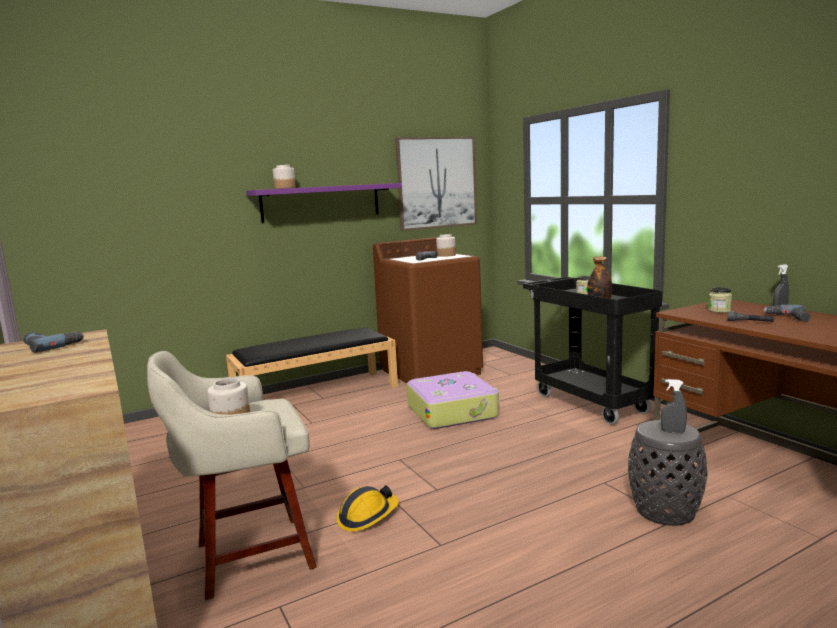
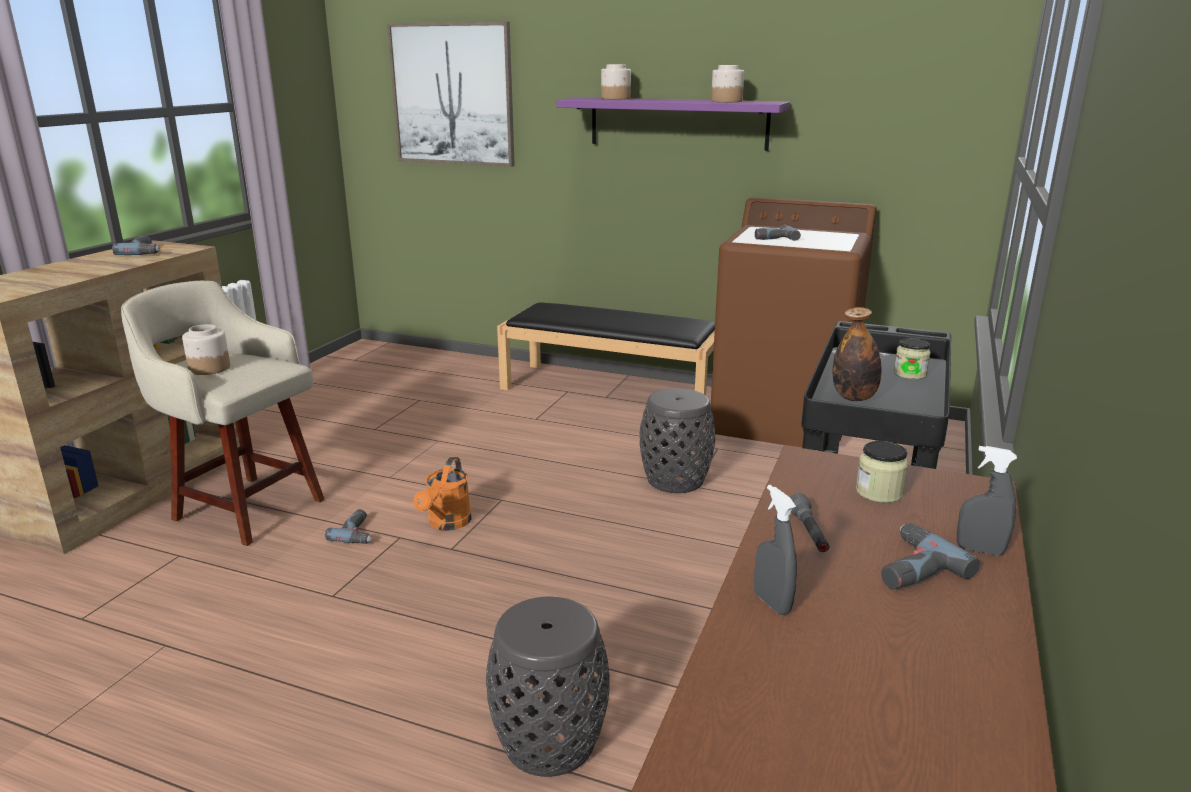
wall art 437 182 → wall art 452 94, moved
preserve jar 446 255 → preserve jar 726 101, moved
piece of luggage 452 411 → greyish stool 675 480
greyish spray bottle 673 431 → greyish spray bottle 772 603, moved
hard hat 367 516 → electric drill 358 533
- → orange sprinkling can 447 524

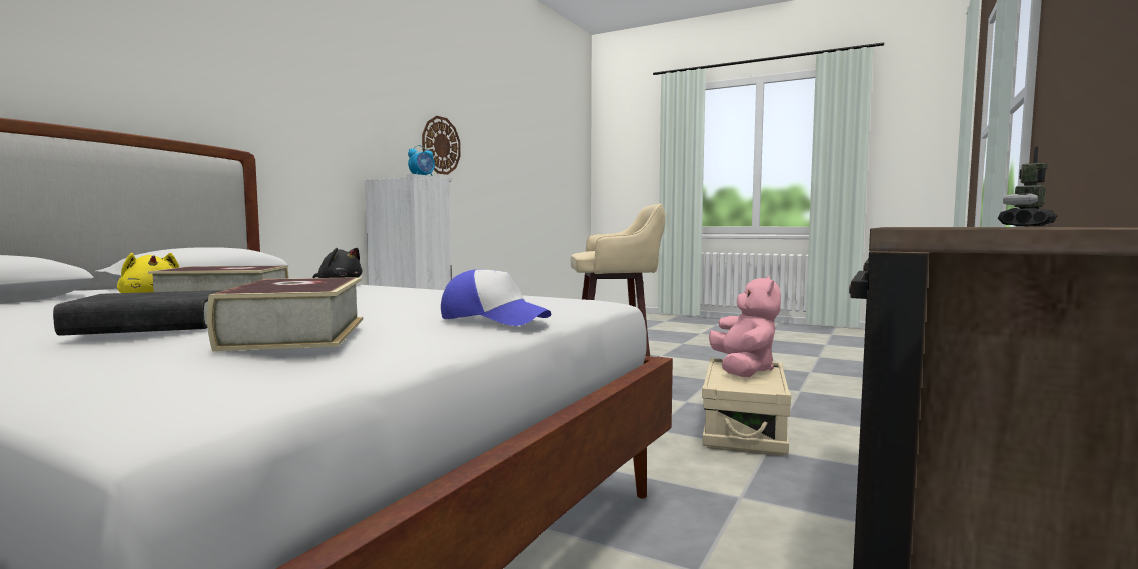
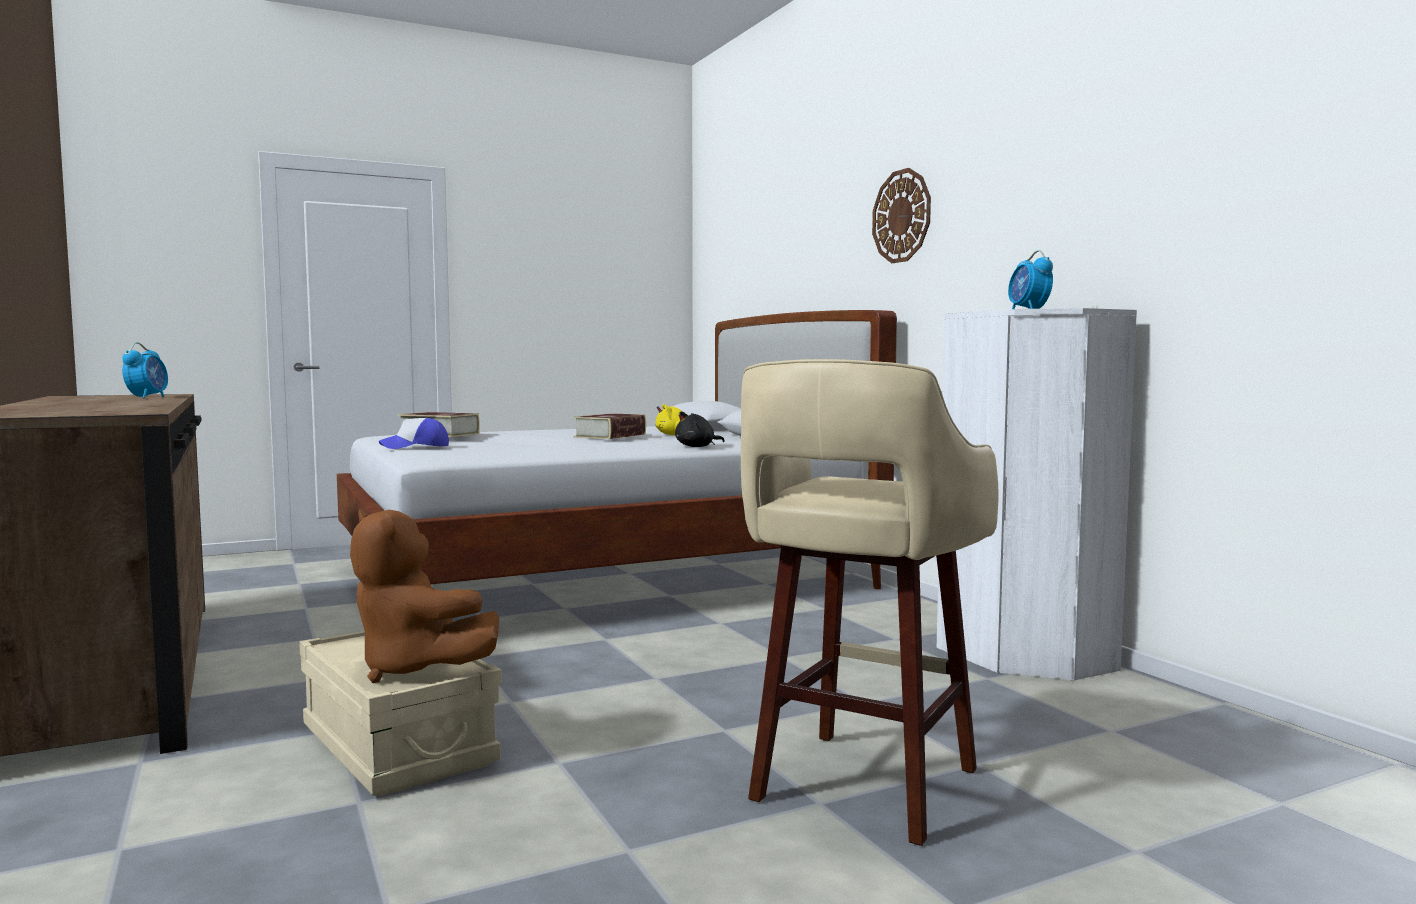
wall clock 441 145 → wall clock 901 216, moved
toy robot 1026 226 → -
pinkish plush toy 743 370 → brown-coloured plush toy 415 669
black volume 150 325 → -
- → table clock 147 397

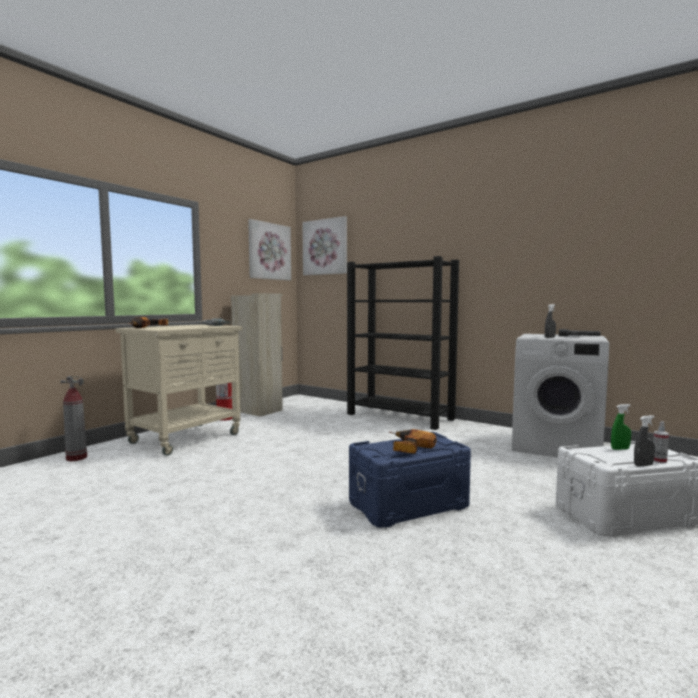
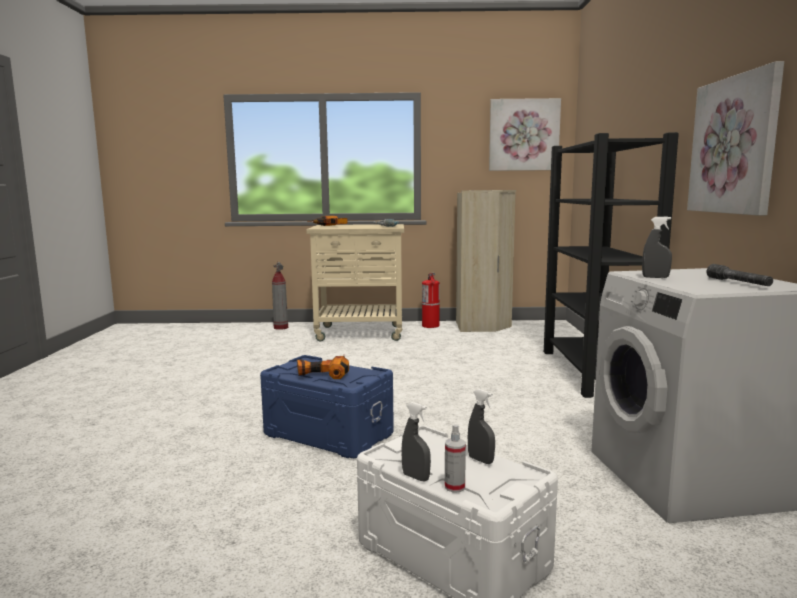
wall art 325 247 → wall art 734 145, moved
greenish spray bottle 620 449 → greyish spray bottle 480 460

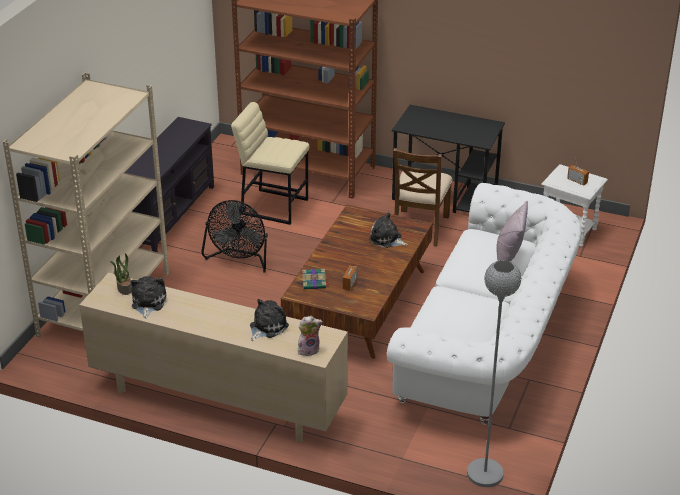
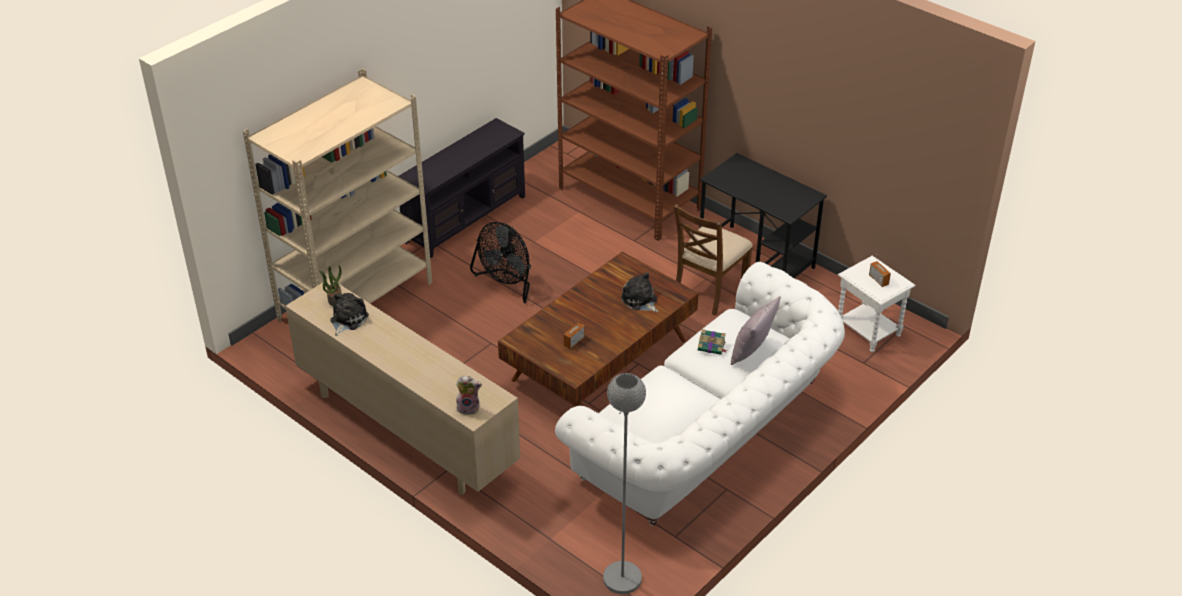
beige stool 273 206 → -
volume 314 283 → volume 712 346, moved
plush toy 267 327 → -

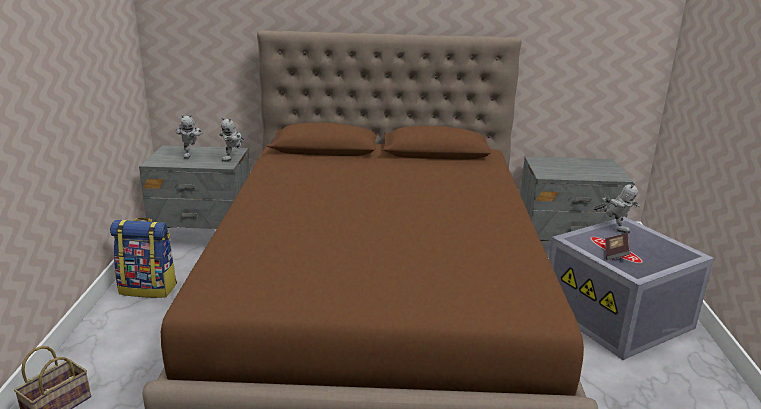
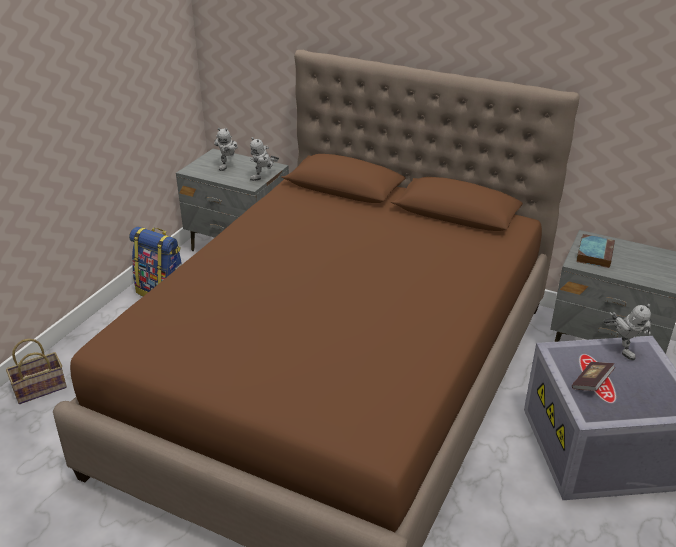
- → volume 594 254

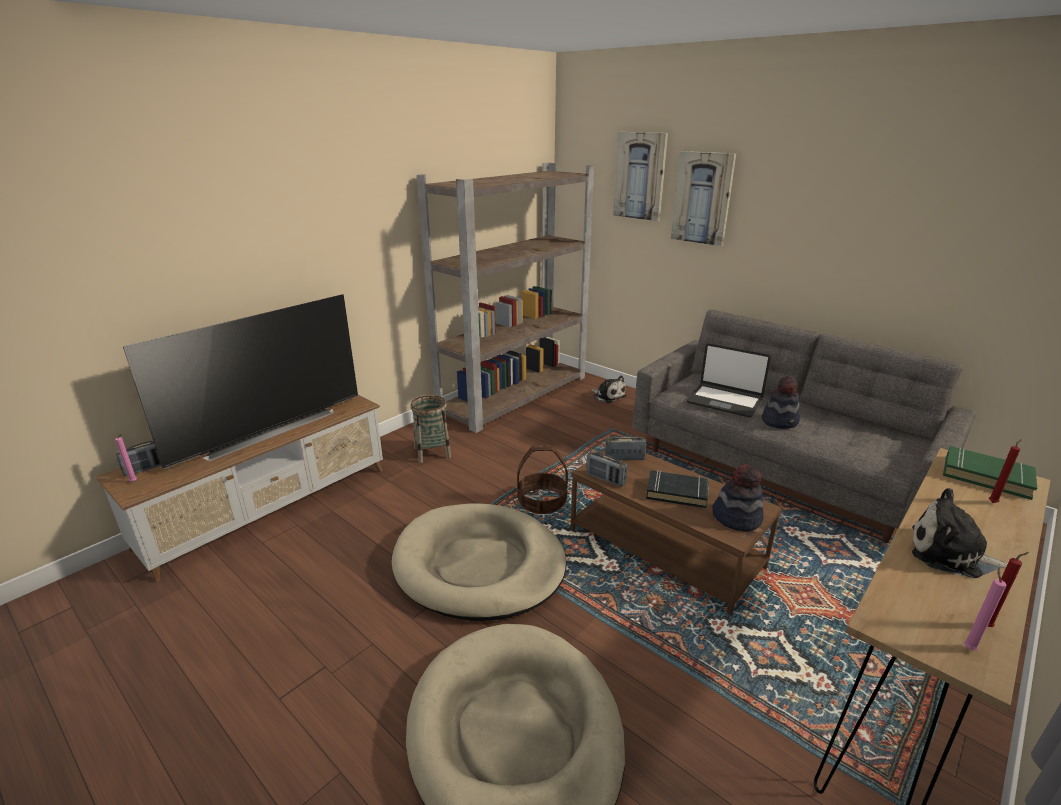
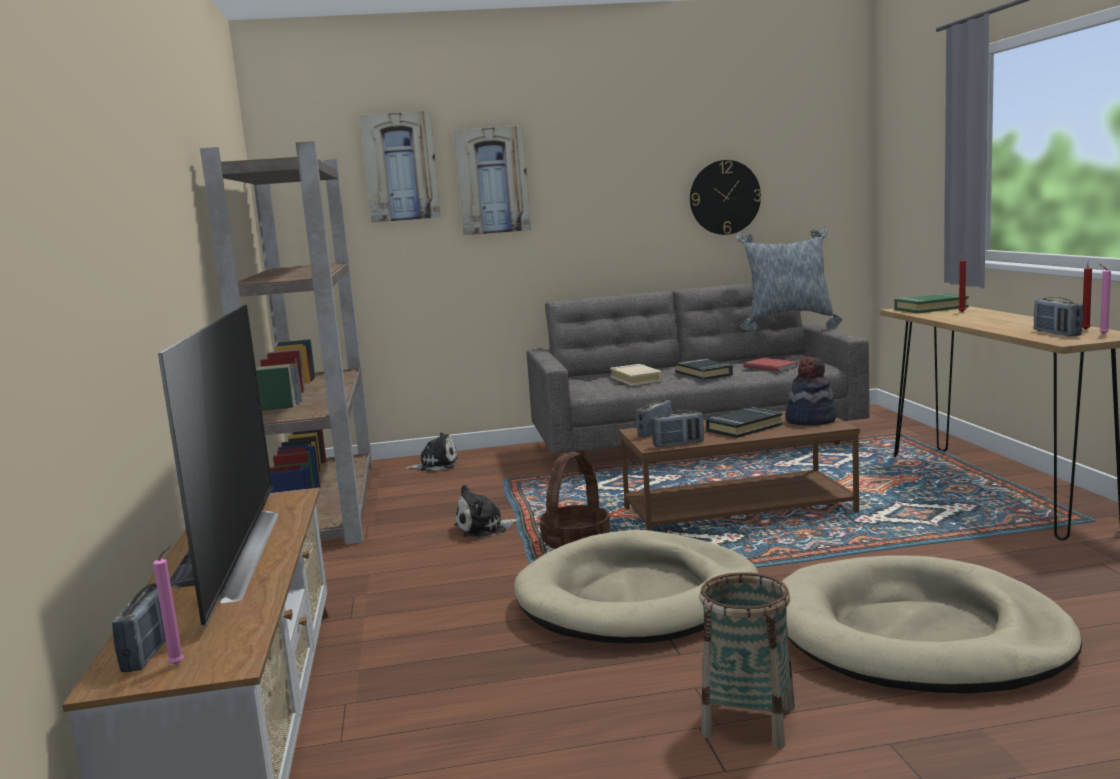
portable computer 724 401 → beige volume 636 379
hat 780 421 → black volume 704 374
household basket 432 452 → household basket 749 721, moved
plush toy 951 554 → plush toy 484 528, moved
- → wall clock 724 197
- → throw pillow 787 329
- → radio receiver 1056 333
- → reddish volume 772 366

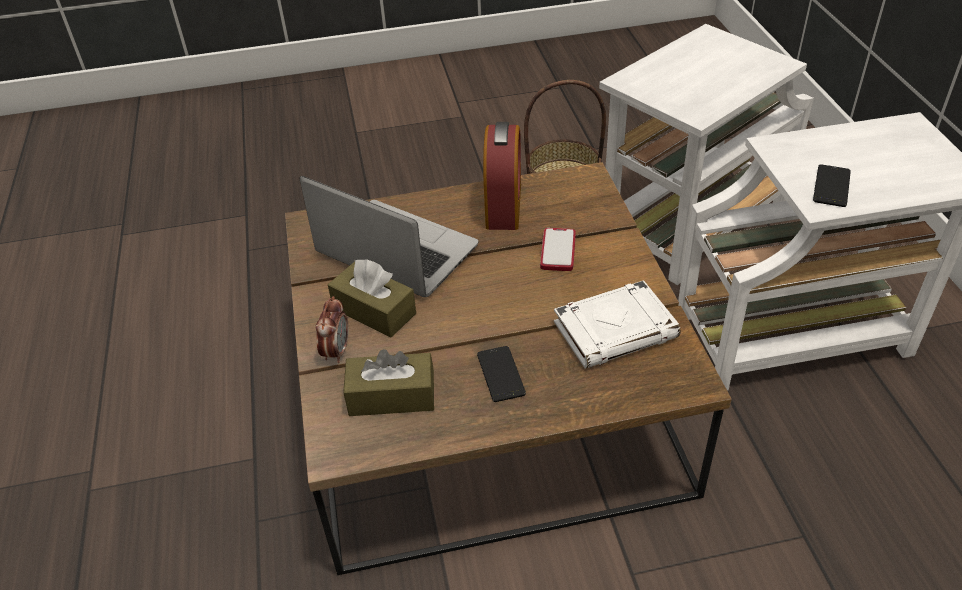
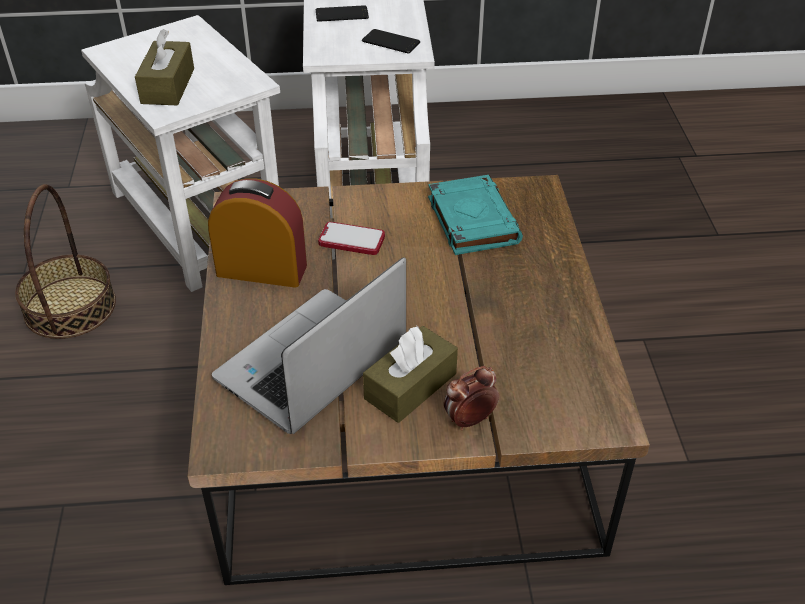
white volume 616 330 → turquoise-coloured volume 472 220
table clock 336 351 → table clock 469 420, 45 degrees counterclockwise
telephone 500 374 → telephone 342 14, moved
brown-coloured tissue holder 391 396 → brown-coloured tissue holder 168 86, moved

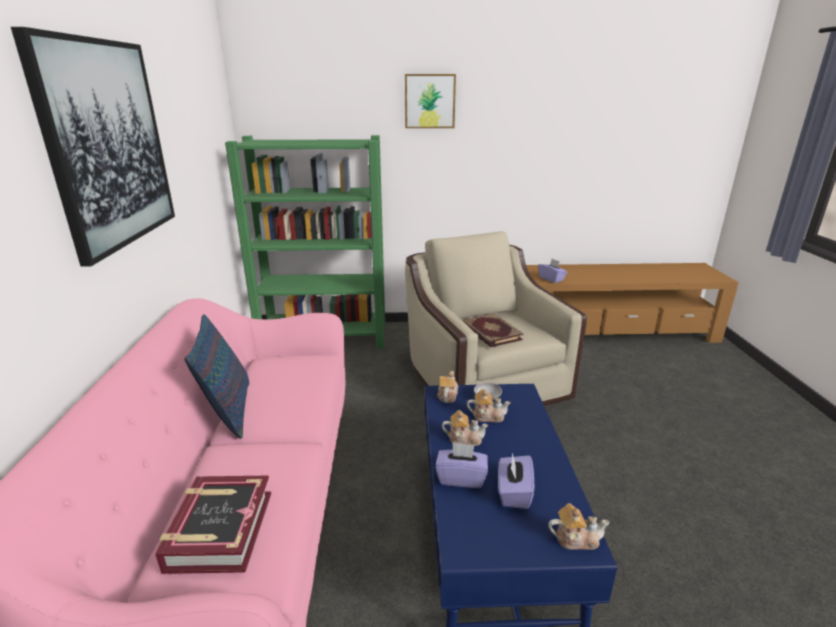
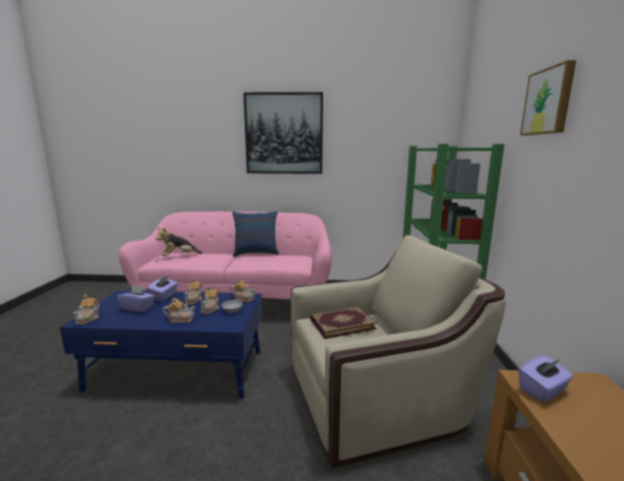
volume 219 530 → plush toy 179 256
- → pot for tea 180 319

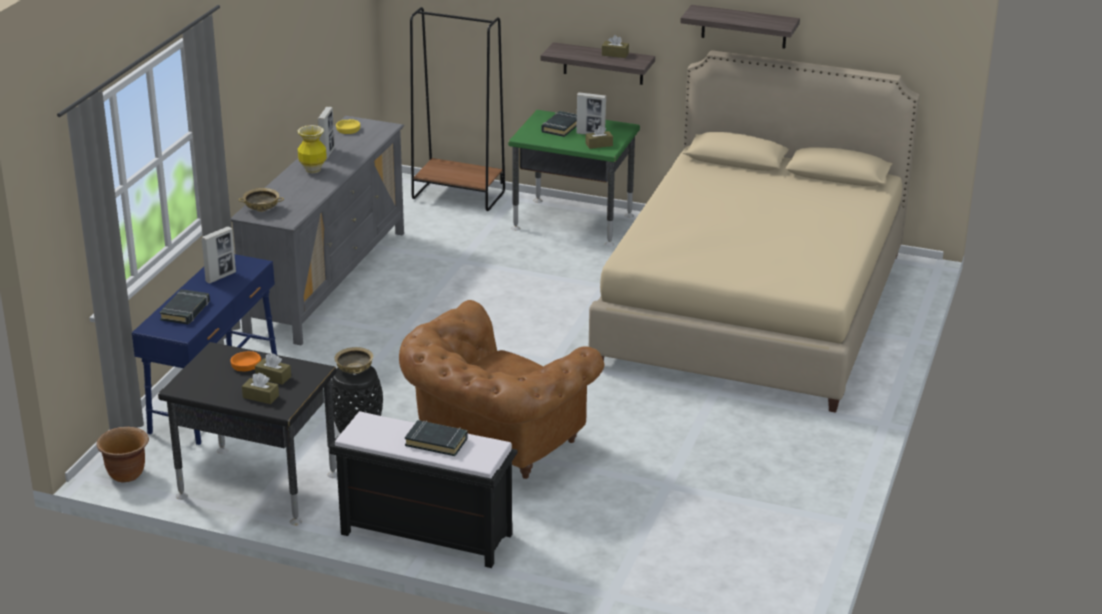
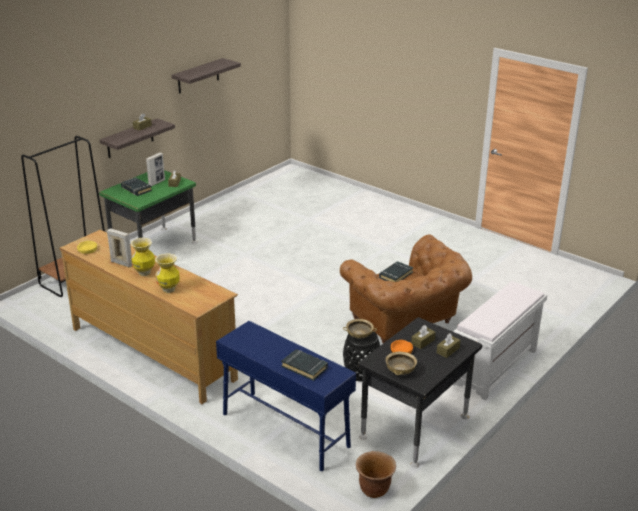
beige bedroom bed 753 308 → -
greyish drawer chest 328 281 → brown-coloured drawer chest 152 353
beige bowl 262 209 → beige bowl 400 370, moved
photo frame 221 277 → -
black indoor bench 424 534 → white indoor bench 495 368
black volume 436 442 → black volume 395 275, moved
- → vase 169 289

